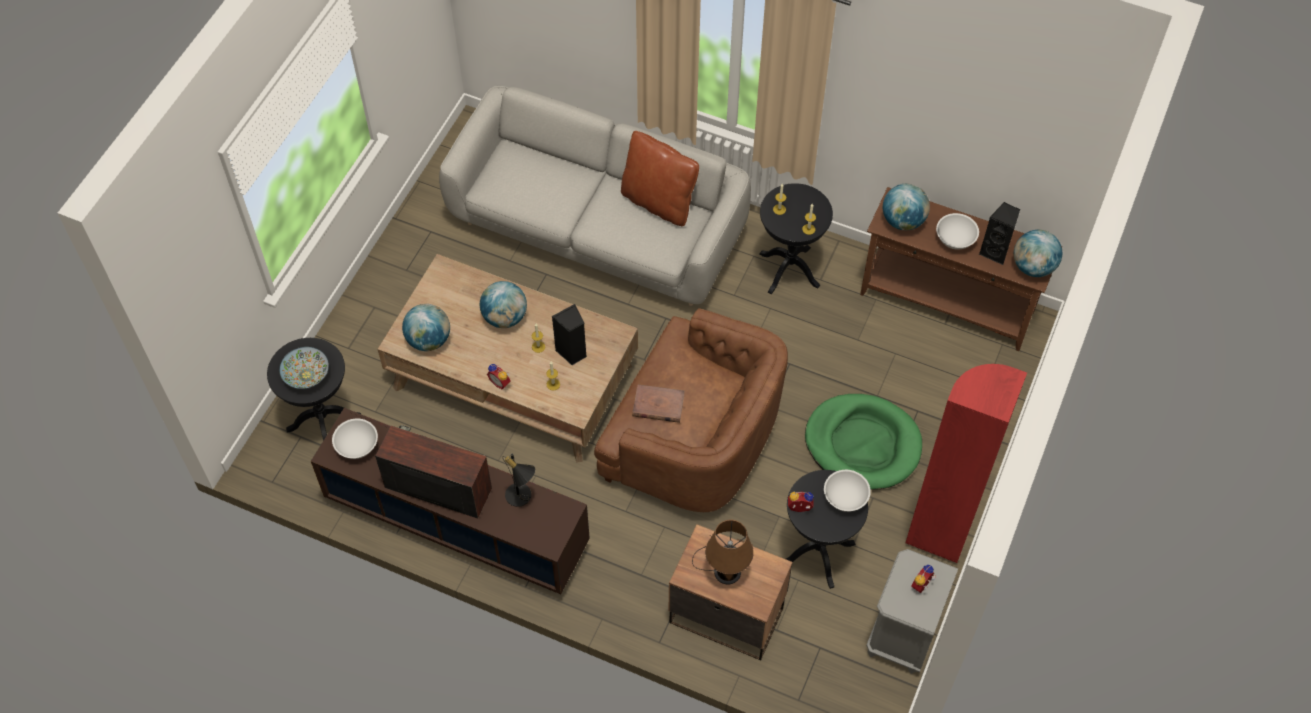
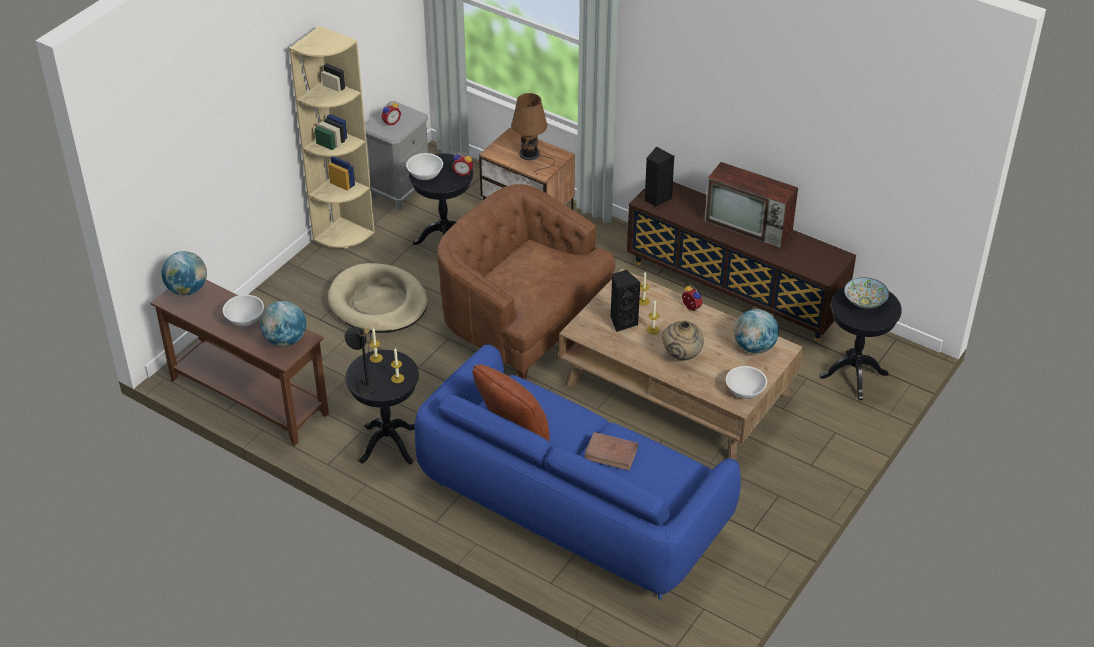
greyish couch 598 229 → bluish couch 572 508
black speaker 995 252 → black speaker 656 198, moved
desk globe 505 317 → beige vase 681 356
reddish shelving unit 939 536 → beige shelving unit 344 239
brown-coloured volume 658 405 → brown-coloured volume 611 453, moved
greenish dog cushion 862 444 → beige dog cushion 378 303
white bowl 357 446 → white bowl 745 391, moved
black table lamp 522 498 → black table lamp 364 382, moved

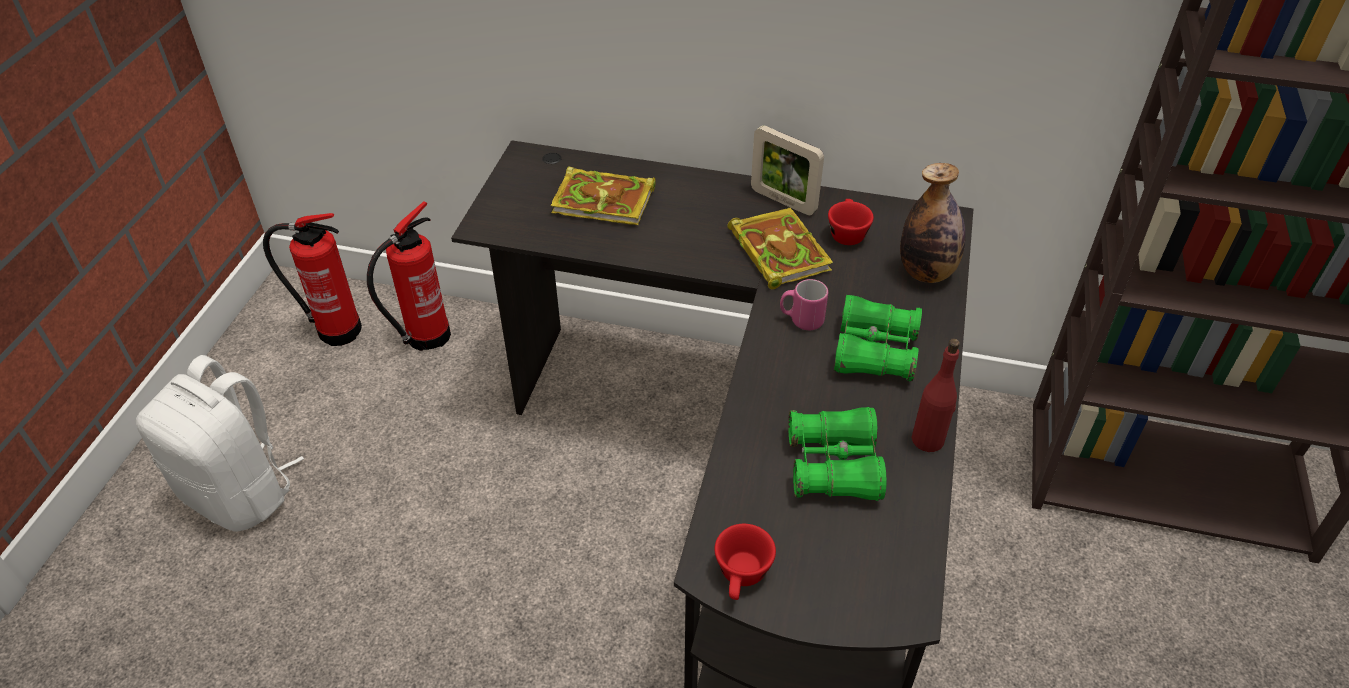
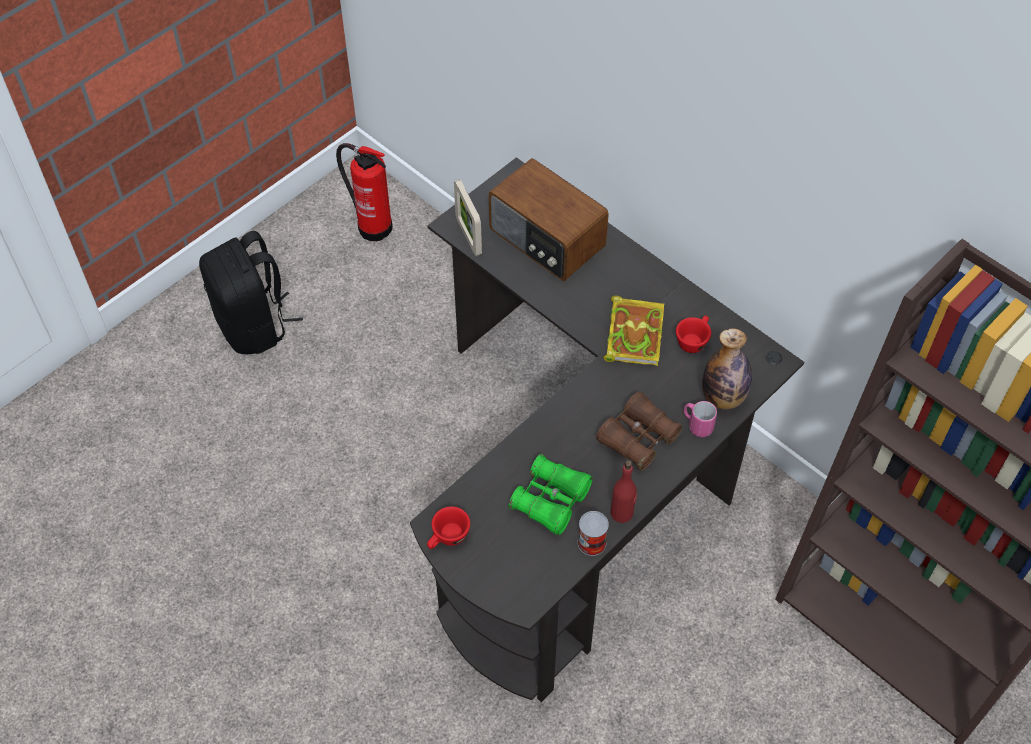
photo frame 783 201 → photo frame 468 236, moved
volume 606 200 → radio receiver 546 239
fire-fighting cylinder 424 338 → -
pinkish coffee mug 801 320 → pinkish coffee mug 697 425, moved
greenish binoculars 874 351 → brown-coloured binoculars 638 438
white rucksack 240 492 → black rucksack 254 325
- → can 592 542

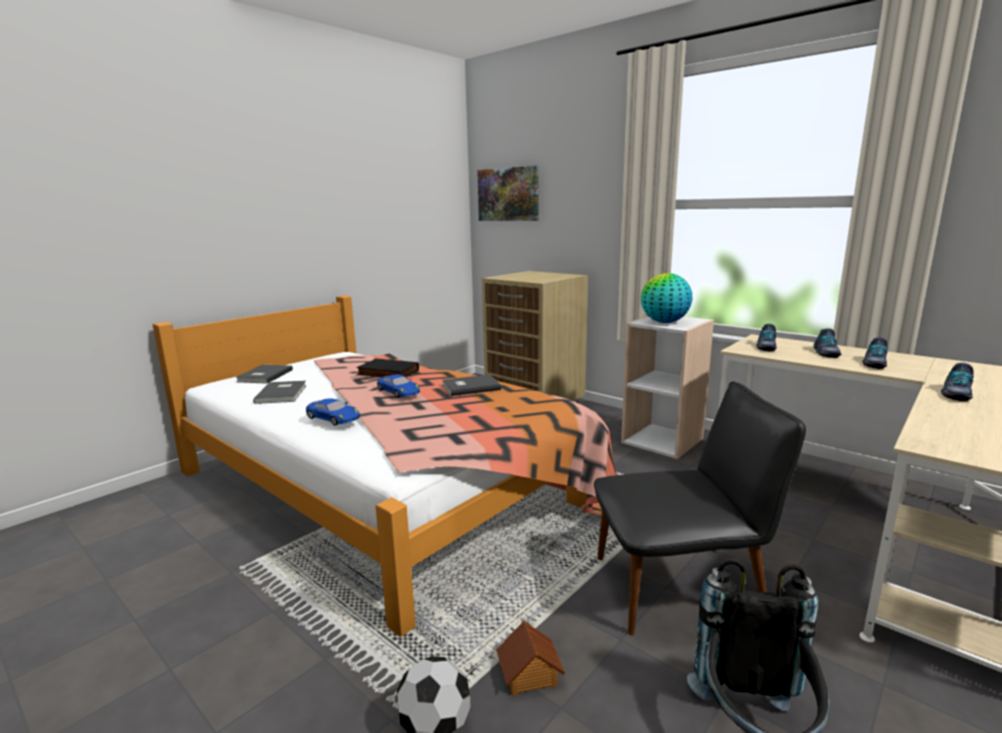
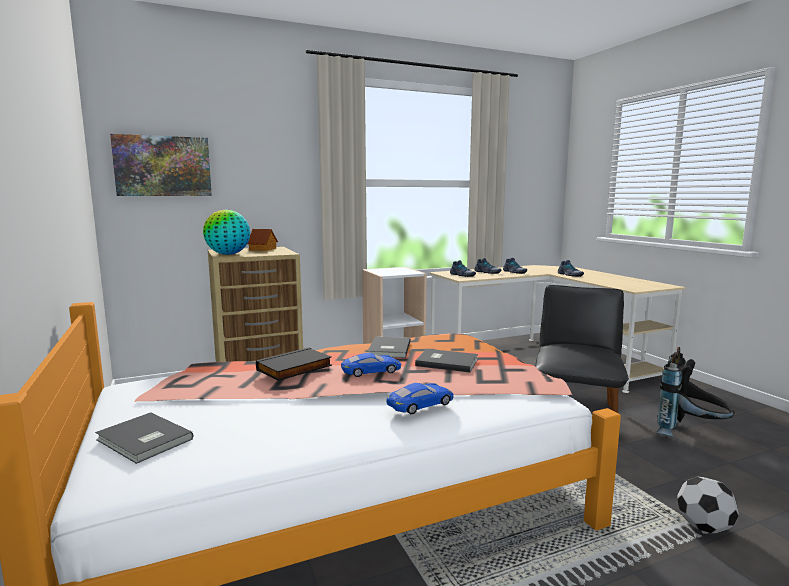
desk globe 664 322 → desk globe 228 254, moved
greyish volume 283 393 → greyish volume 446 362, moved
miniature house 529 674 → miniature house 263 249, moved

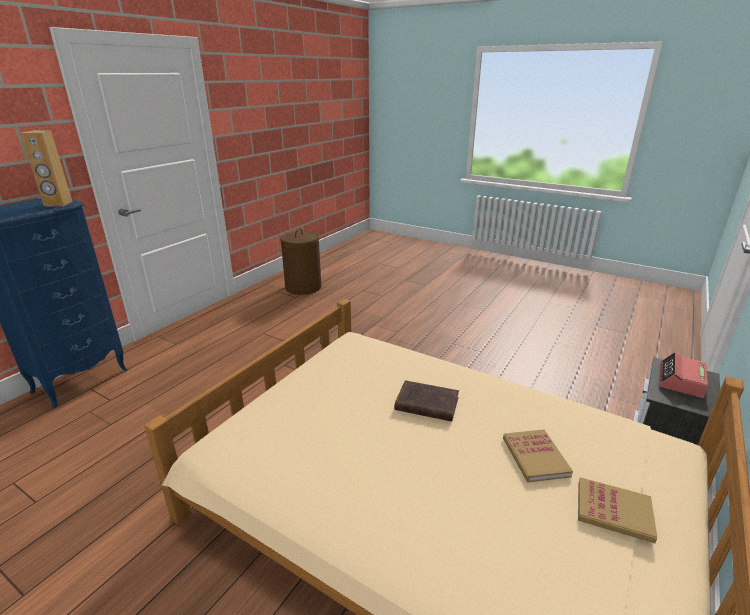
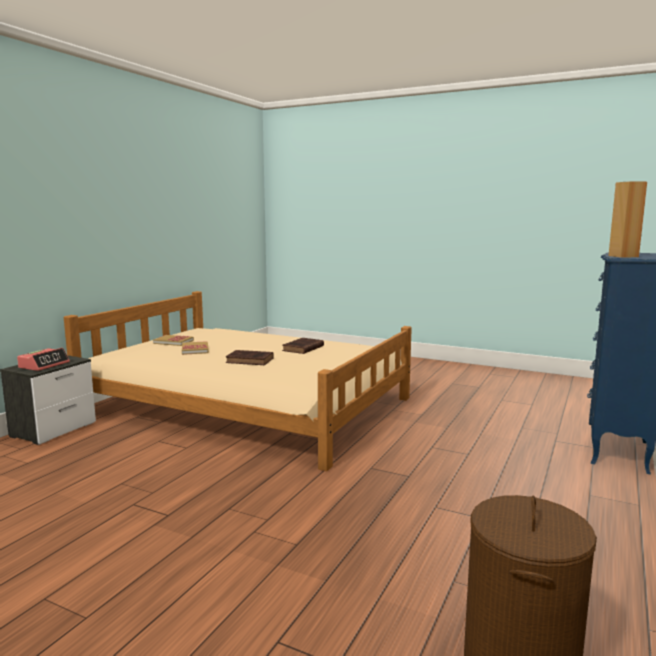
- → brown-coloured volume 302 348

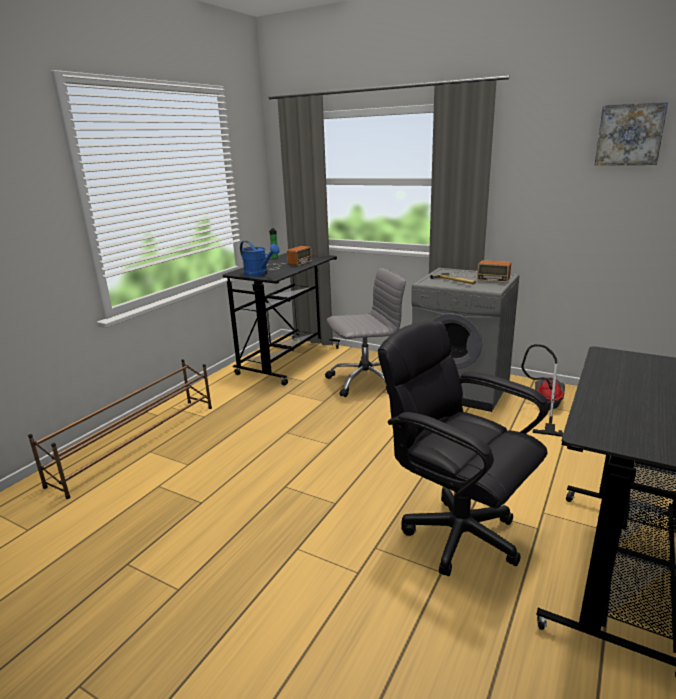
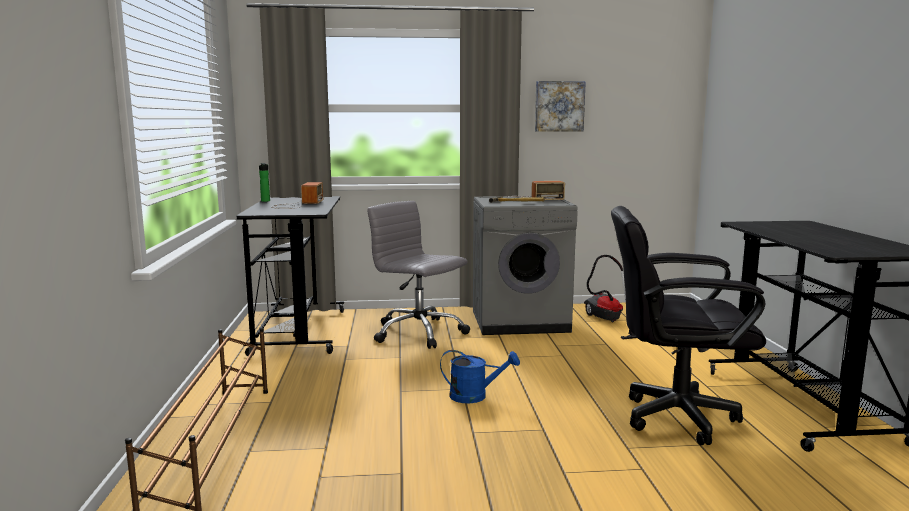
wall art 629 135 → wall art 559 106, moved
bluish sprinkling can 259 274 → bluish sprinkling can 475 396, moved
greyish office chair 366 381 → greyish office chair 419 333, 90 degrees counterclockwise

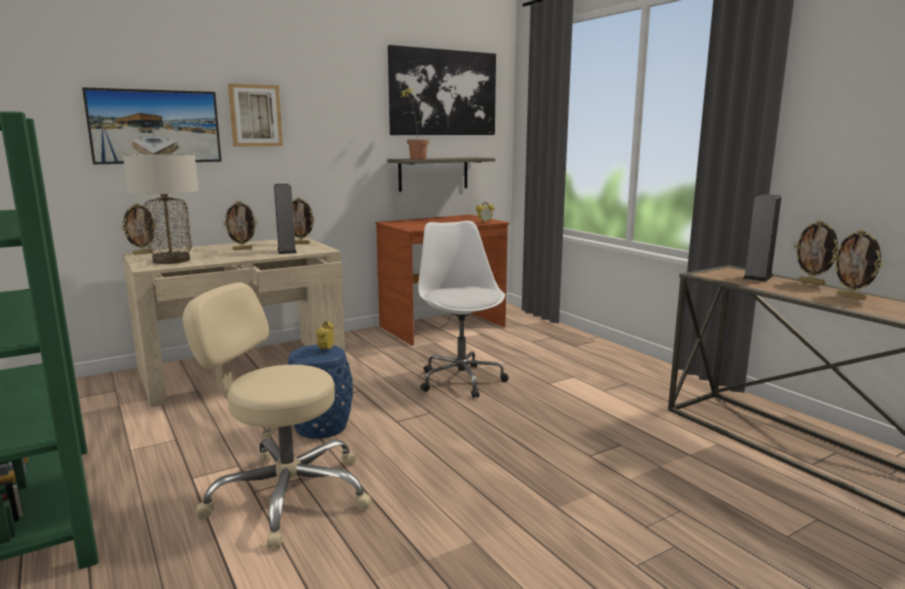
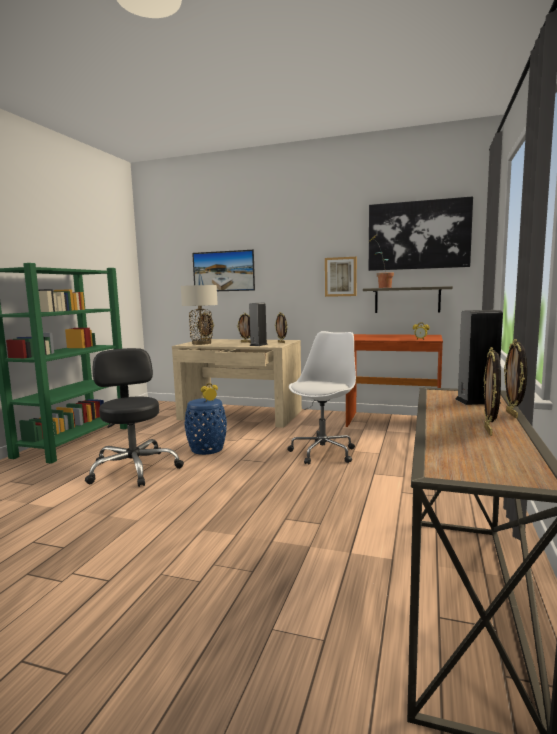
wall art 255 115 → wall art 340 276, moved
beige office chair 282 494 → black office chair 133 467

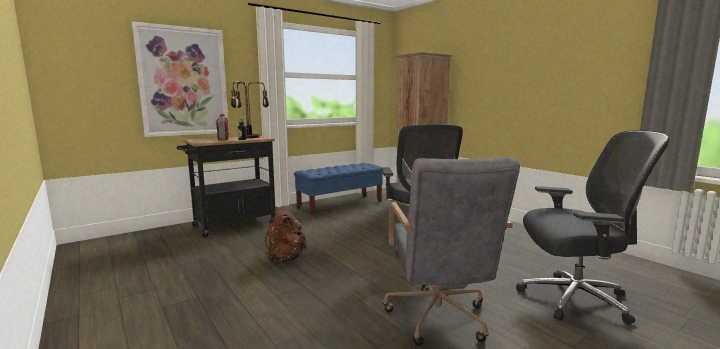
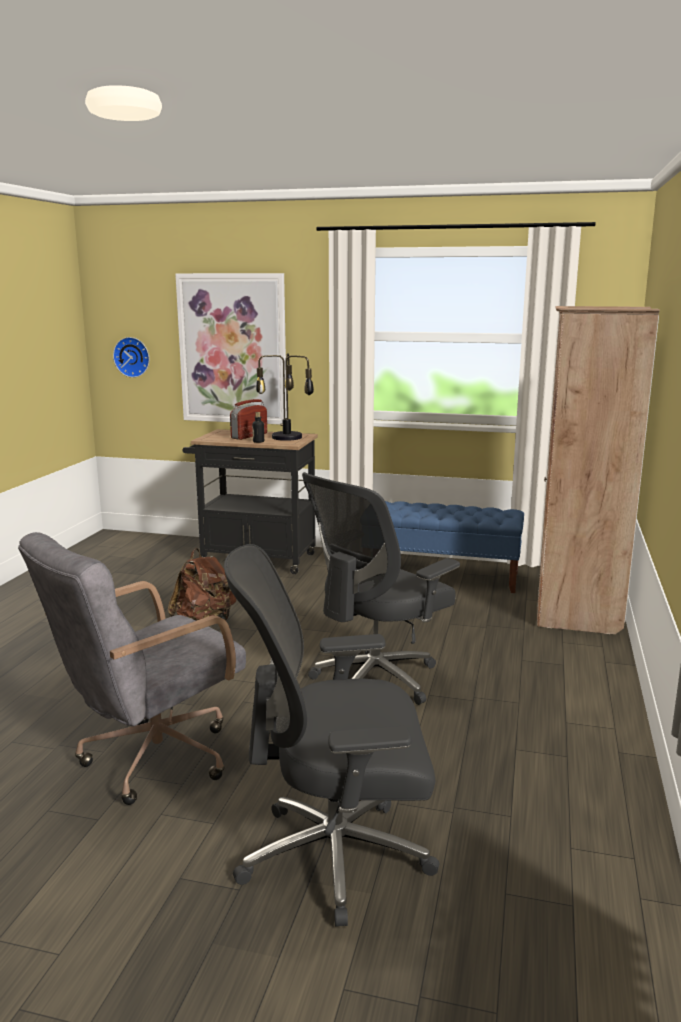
office chair 573 300 → office chair 338 857, 120 degrees clockwise
- → wall clock 132 357

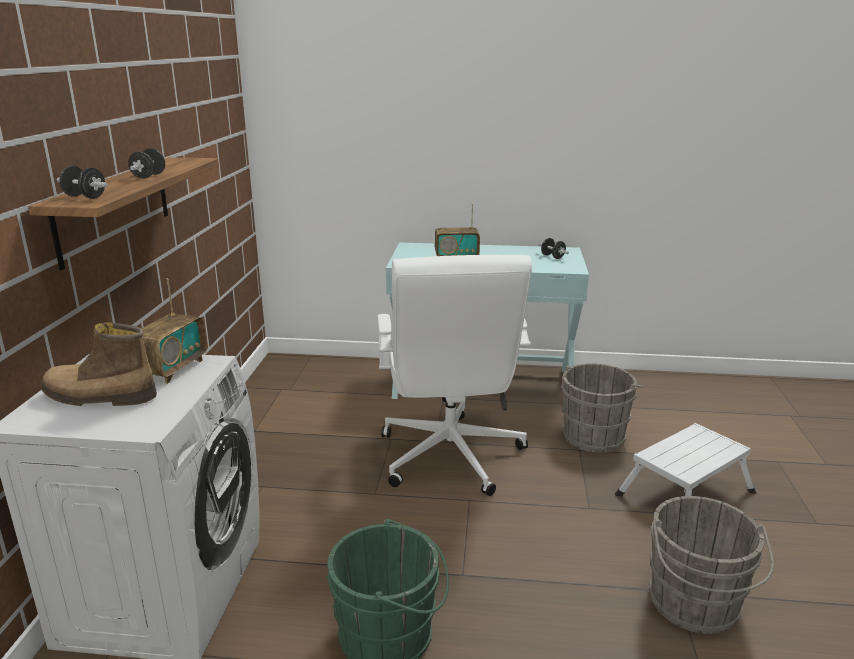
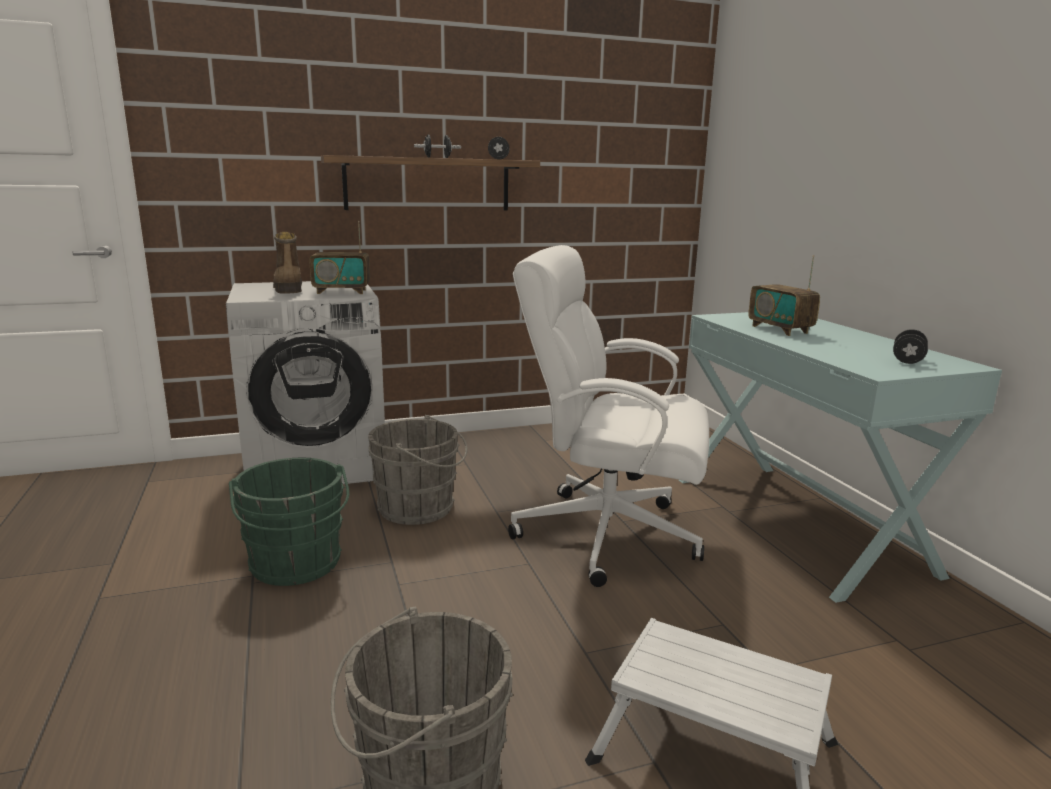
black dumbbell 85 197 → black dumbbell 498 159, moved
white office chair 450 453 → white office chair 608 534, 45 degrees clockwise
greyish pail 595 435 → greyish pail 420 508, moved

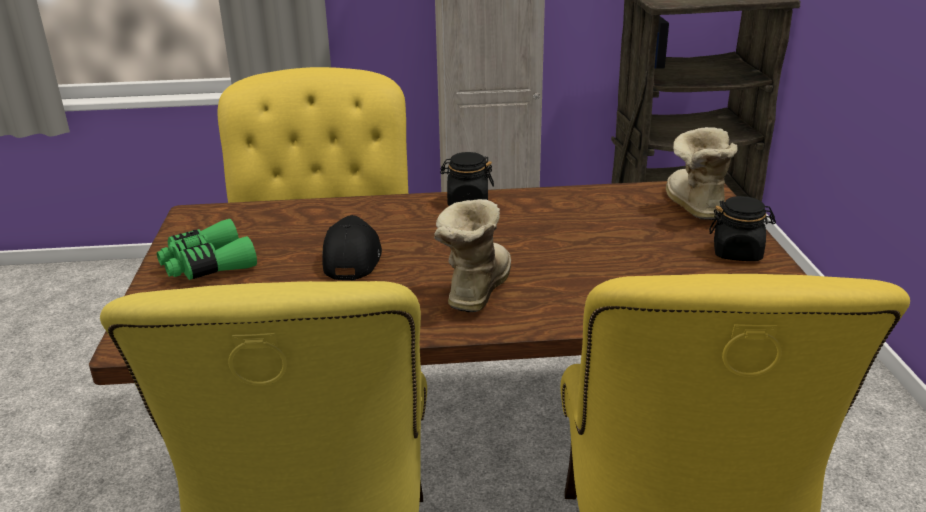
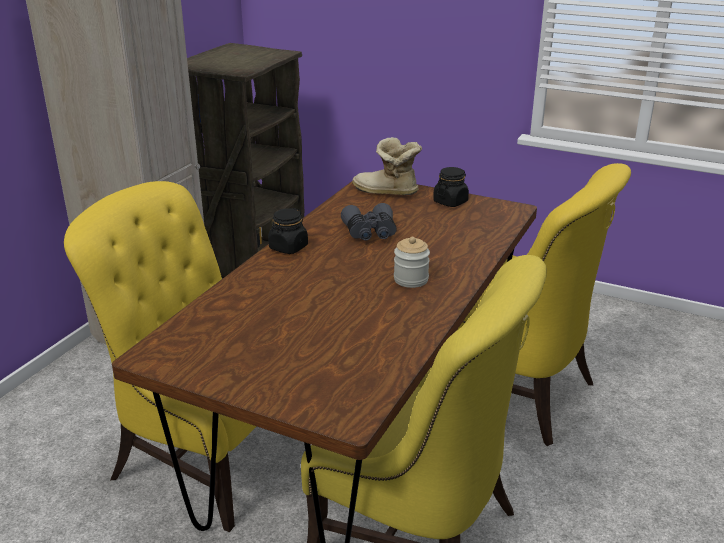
high-top boot 474 290 → preserve jar 411 279
black cap 351 258 → -
greenish binoculars 207 265 → -
- → greyish binoculars 370 232

